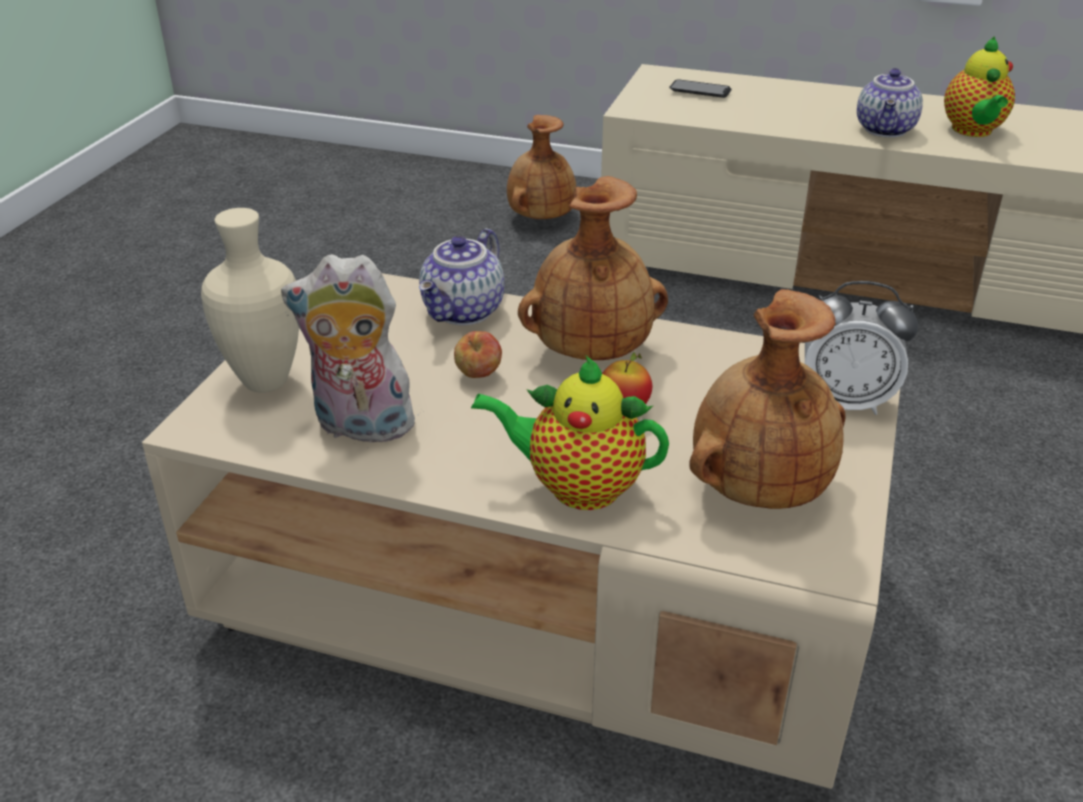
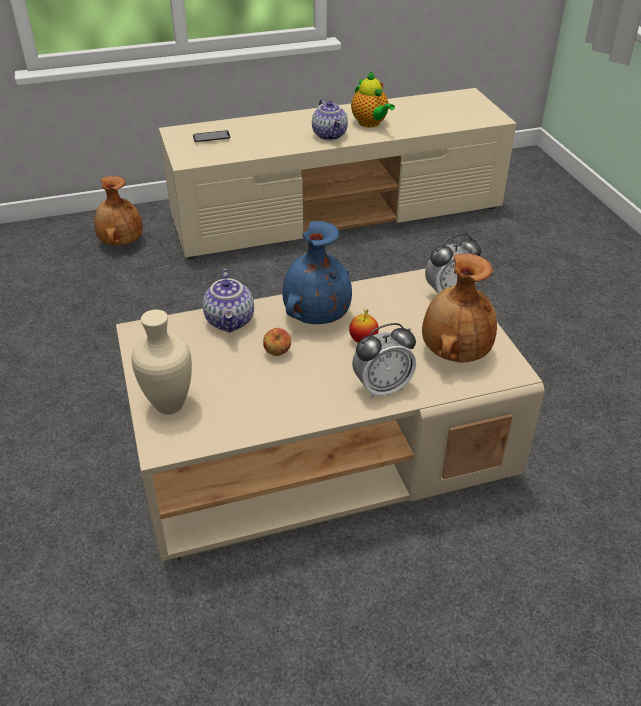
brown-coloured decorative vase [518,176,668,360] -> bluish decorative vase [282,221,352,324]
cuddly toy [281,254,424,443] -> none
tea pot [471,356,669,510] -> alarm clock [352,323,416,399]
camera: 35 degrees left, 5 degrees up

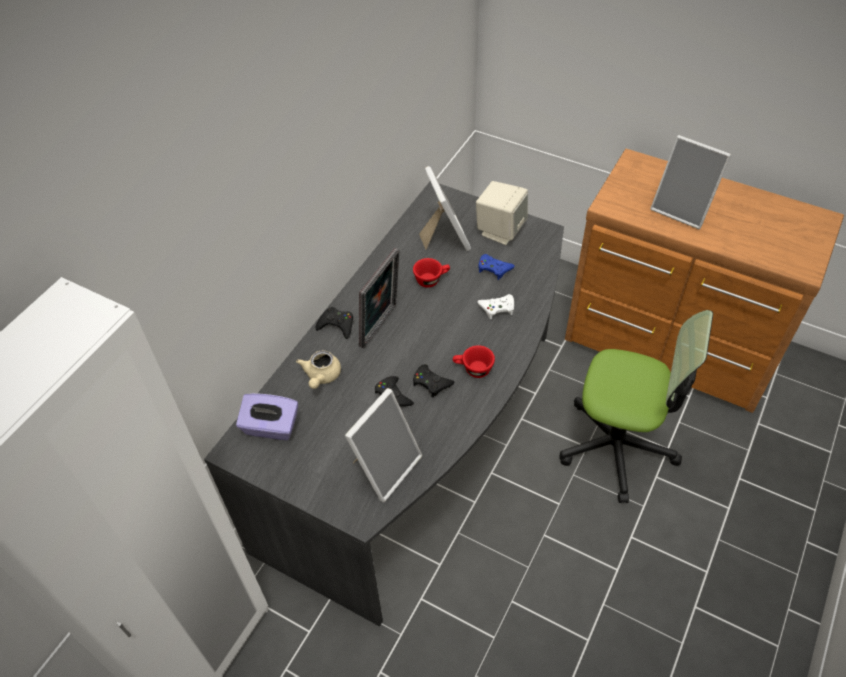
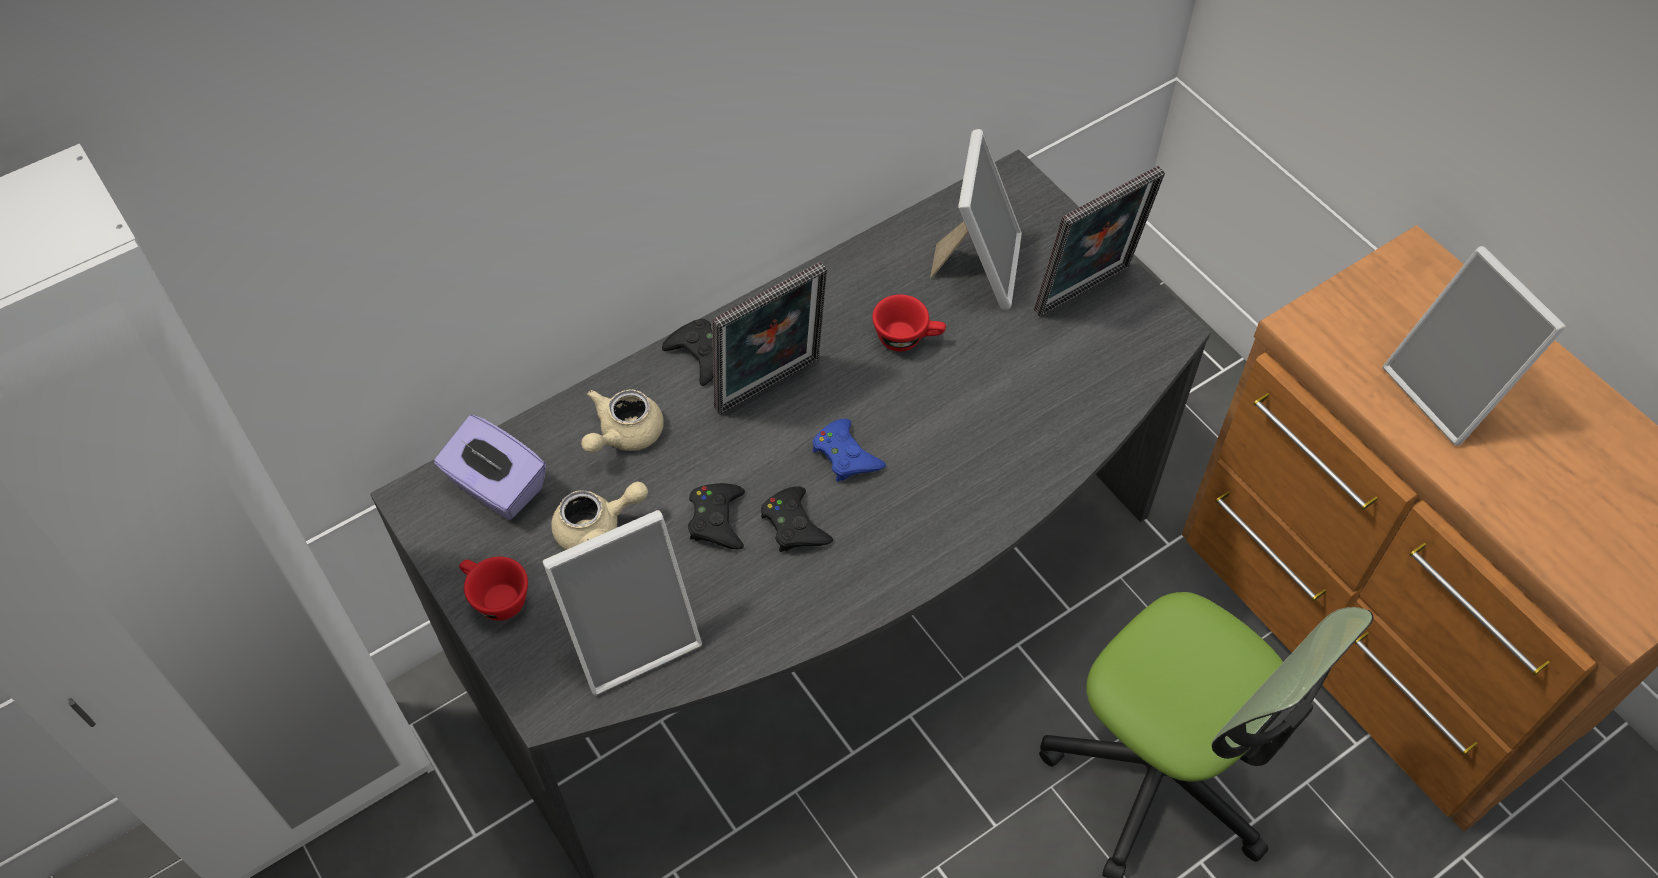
sand-coloured audio speaker [476,181,528,245] -> photo frame [1034,166,1165,317]
bluish game controller [478,254,515,280] -> bluish game controller [812,419,886,482], relocated
white-coloured game controller [477,294,514,319] -> none
reddish small cup [453,345,495,378] -> reddish small cup [459,557,528,621], relocated
none -> sand-coloured tea pot [551,482,648,550]
camera: 25 degrees right, 5 degrees up

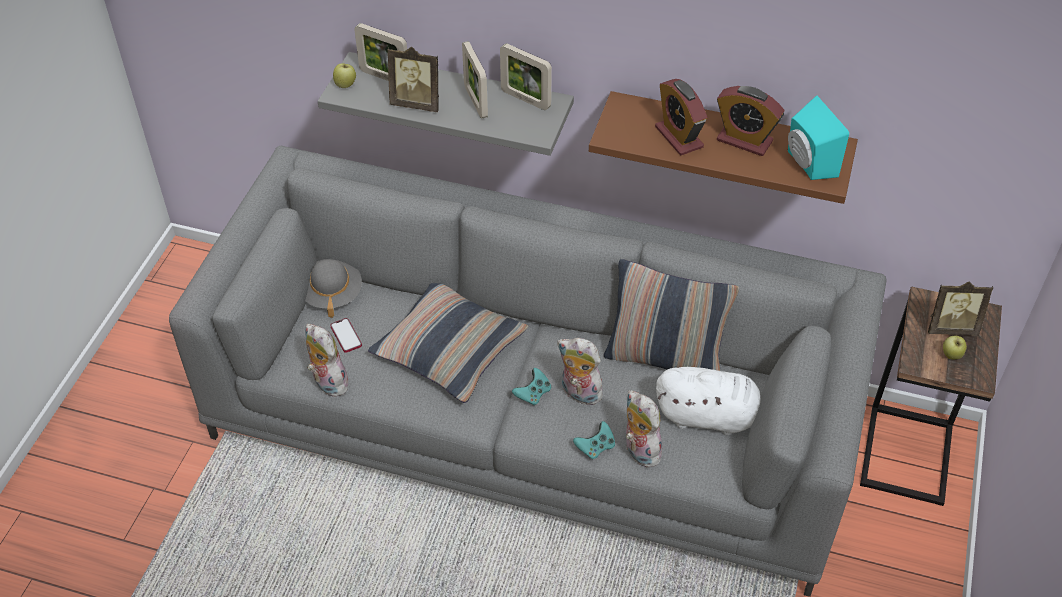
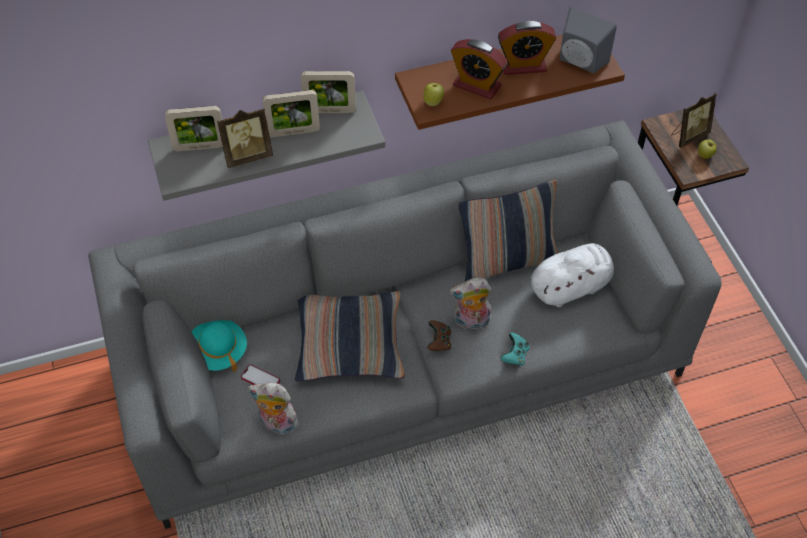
photo frame [462,41,488,119] -> photo frame [262,90,320,137], 45 degrees counterclockwise
whole apple [333,63,356,88] -> whole apple [423,83,444,106], relocated
turquoise-coloured audio speaker [788,95,849,180] -> gray audio speaker [560,7,617,74]
gray wearable hat [305,259,362,318] -> turquoise-coloured wearable hat [191,320,247,372]
turquoise-coloured game controller [512,368,551,405] -> brown-coloured game controller [427,320,451,351]
cuddly toy [626,390,662,467] -> none
camera: 35 degrees left, 5 degrees up

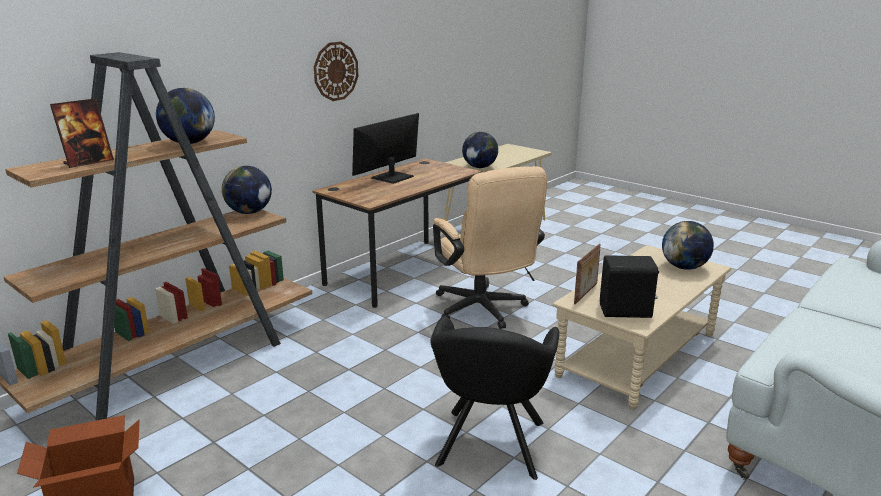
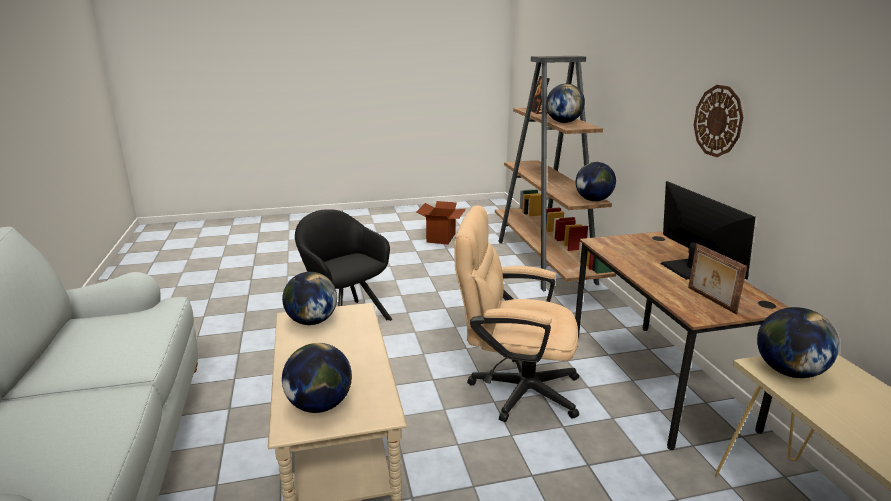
photo frame [574,244,600,304] -> photo frame [688,243,747,314], relocated
blackish audio speaker [600,255,659,318] -> desk globe [282,272,337,325]
camera: 125 degrees right, 0 degrees up

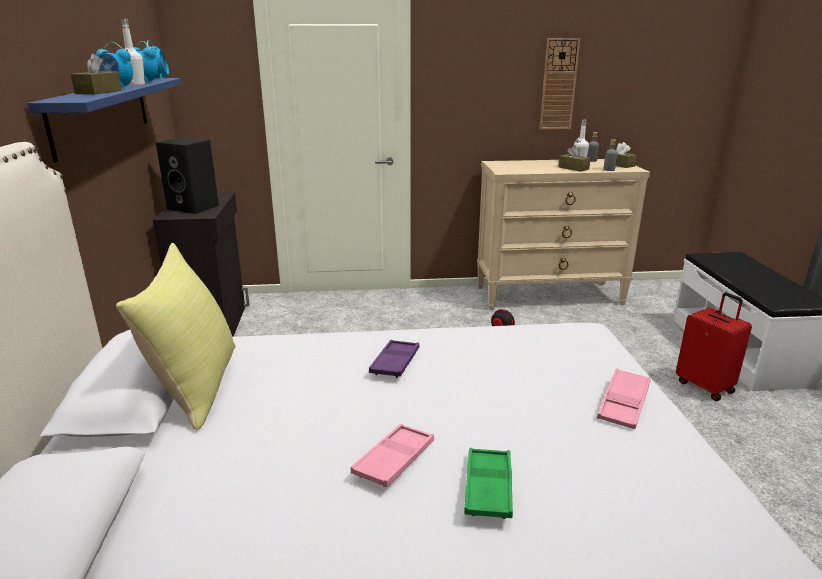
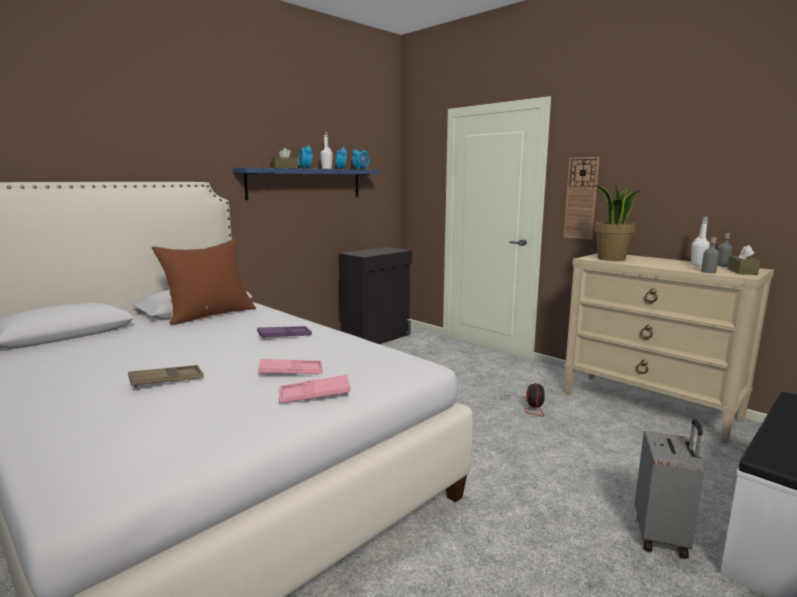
hanging clock [540,38,580,129] -> hanging clock [563,157,600,240], relocated
blackish audio speaker [156,138,219,214] -> none
brown-coloured box of tissues [559,145,591,172] -> none
yellow pillow [116,243,236,430] -> brown-coloured pillow [151,239,256,325]
reddish travel case [676,293,752,401] -> gray travel case [635,419,705,559]
pinkish carrying tray [351,424,434,487] -> pinkish carrying tray [258,359,322,375], relocated
green-coloured carrying tray [464,448,513,519] -> brown-coloured carrying tray [128,365,204,387]
none -> potted plant [594,184,641,261]
camera: 50 degrees right, 10 degrees down

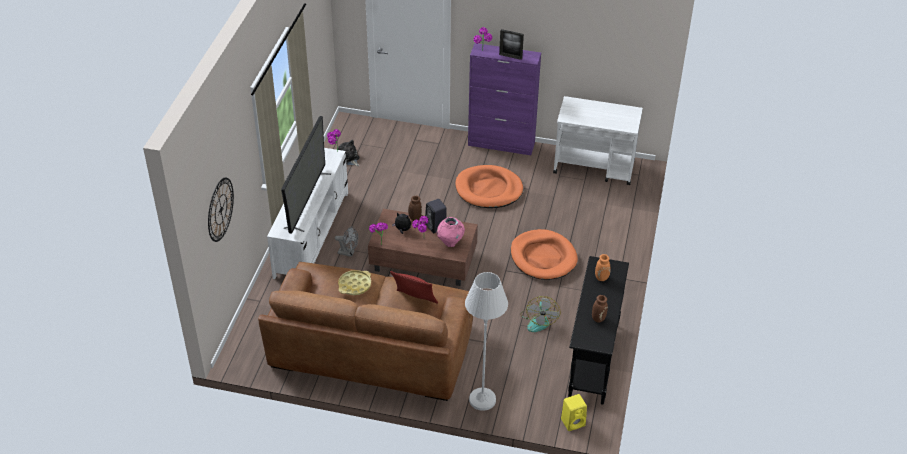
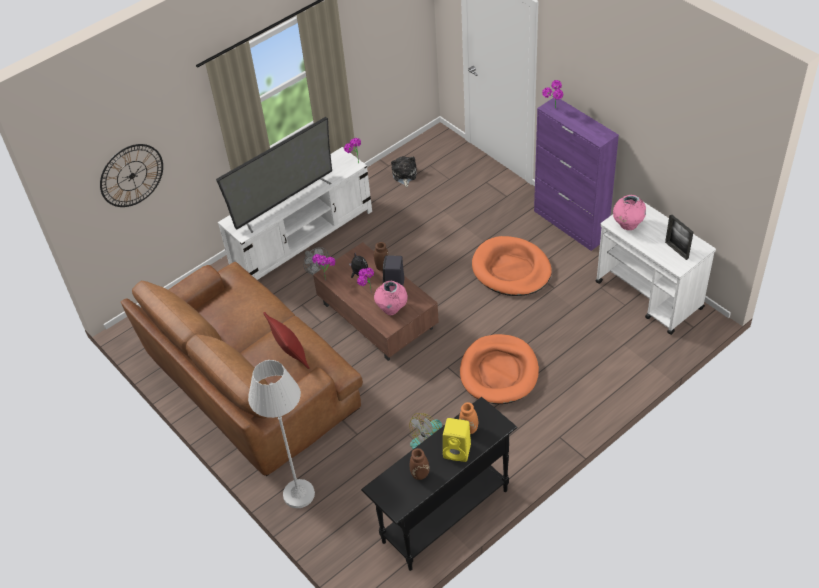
photo frame [499,29,524,60] -> photo frame [665,214,693,260], relocated
yellow carrying tray [338,270,371,295] -> none
yellow audio speaker [561,394,587,431] -> yellow audio speaker [443,418,471,462], relocated
none -> pinkish decorative vase [613,195,646,230]
camera: 40 degrees right, 5 degrees up

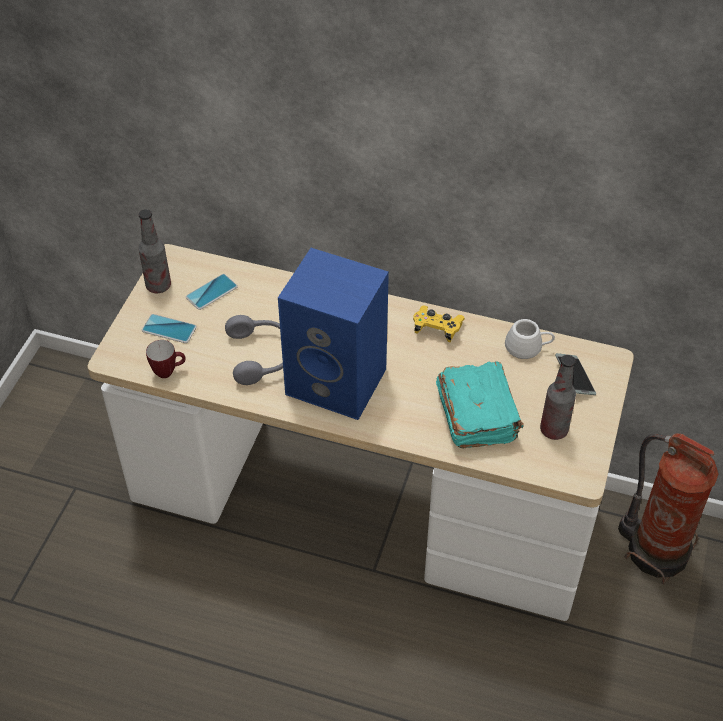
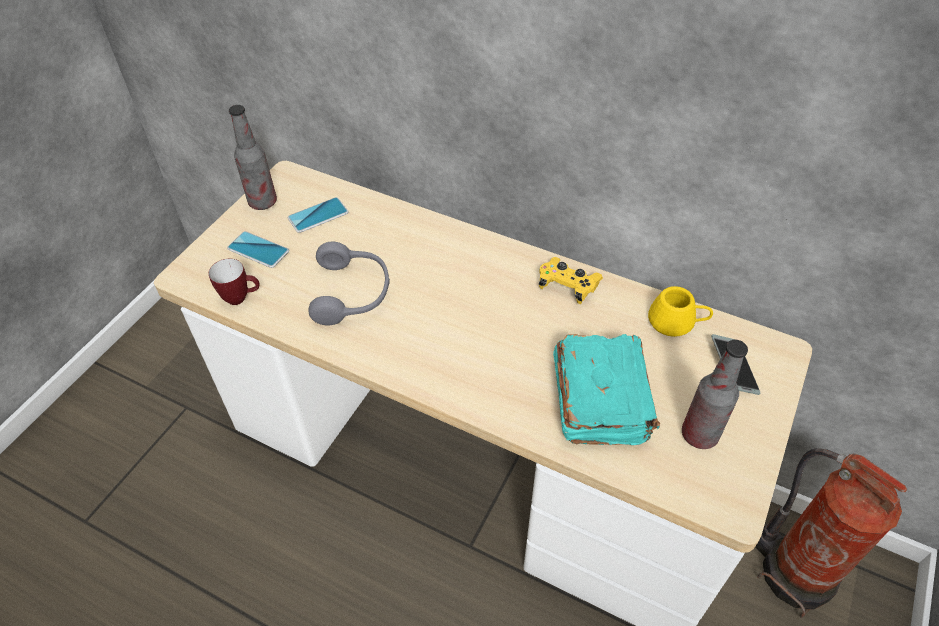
bluish audio speaker [278,248,389,420] -> none
white-coloured coffee mug [505,319,555,359] -> yellow coffee mug [648,286,713,337]
camera: 10 degrees right, 0 degrees up

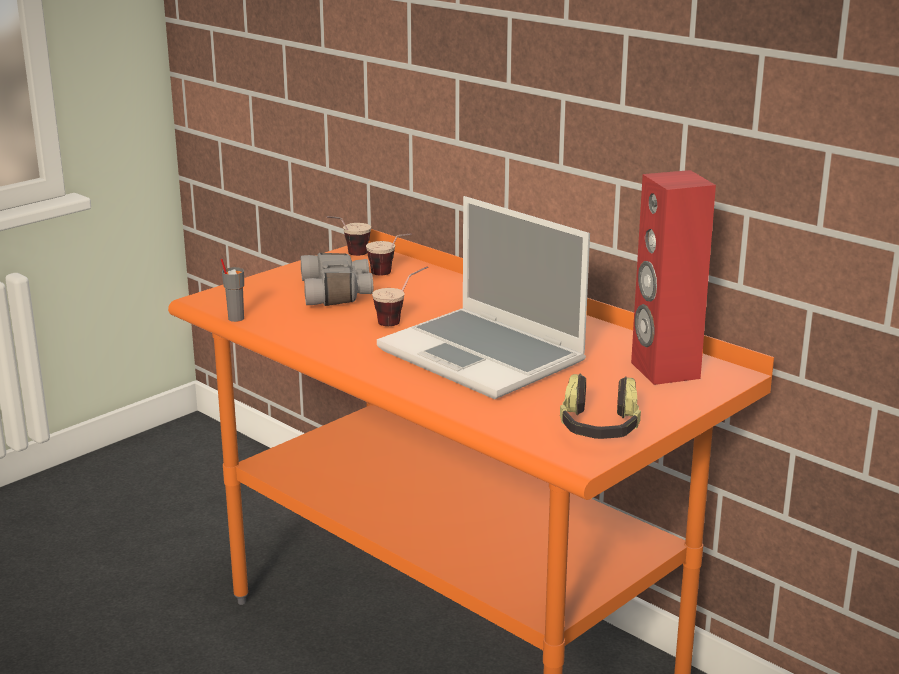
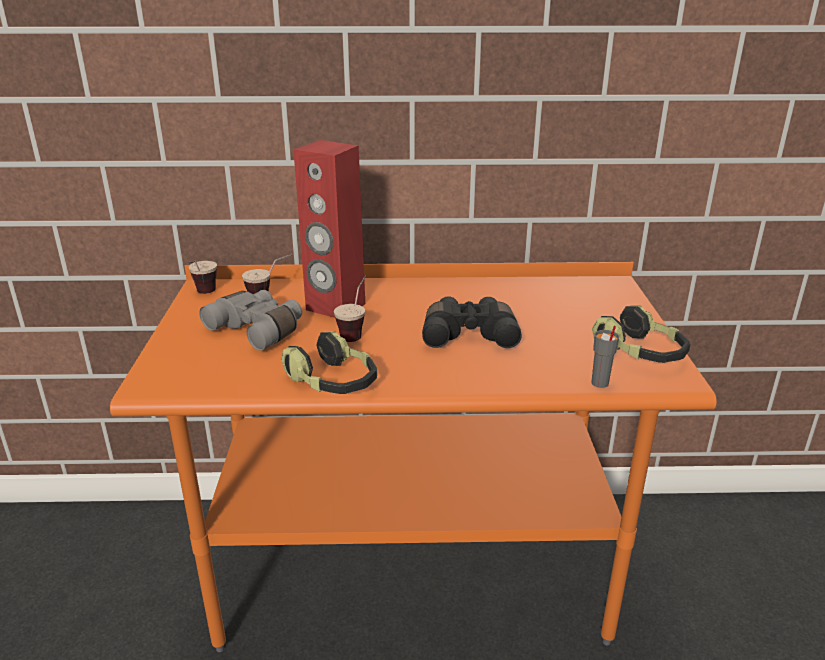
reddish audio speaker [631,170,716,385] -> reddish audio speaker [293,140,365,318], relocated
laptop [377,196,590,399] -> blackish binoculars [422,296,522,348]
gray small cup [221,259,244,322] -> gray small cup [591,326,619,388], relocated
none -> headset [281,331,377,394]
camera: 45 degrees left, 5 degrees up

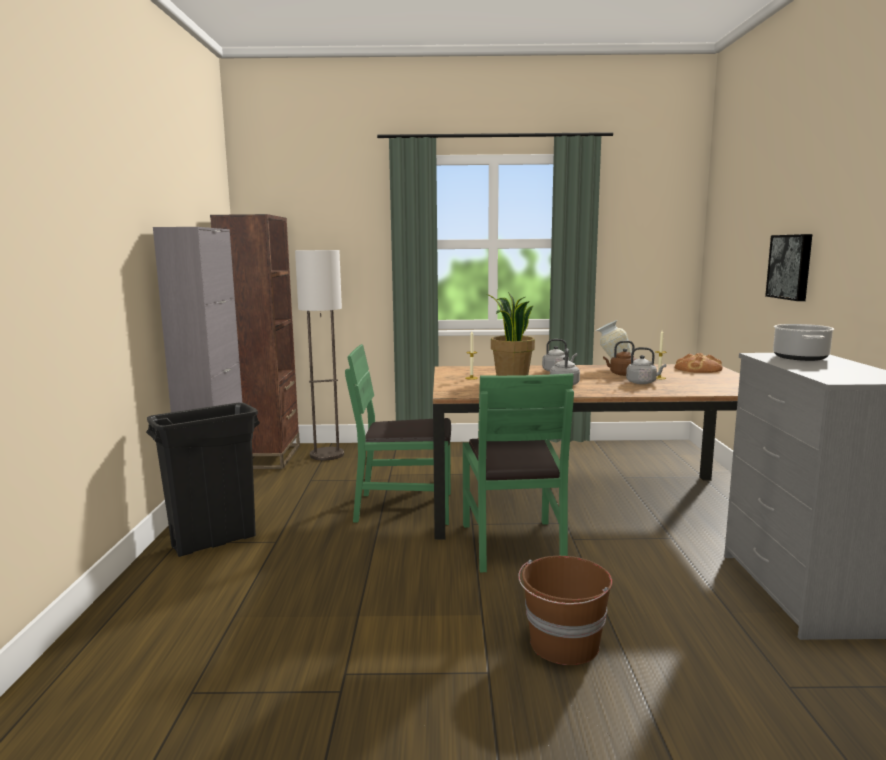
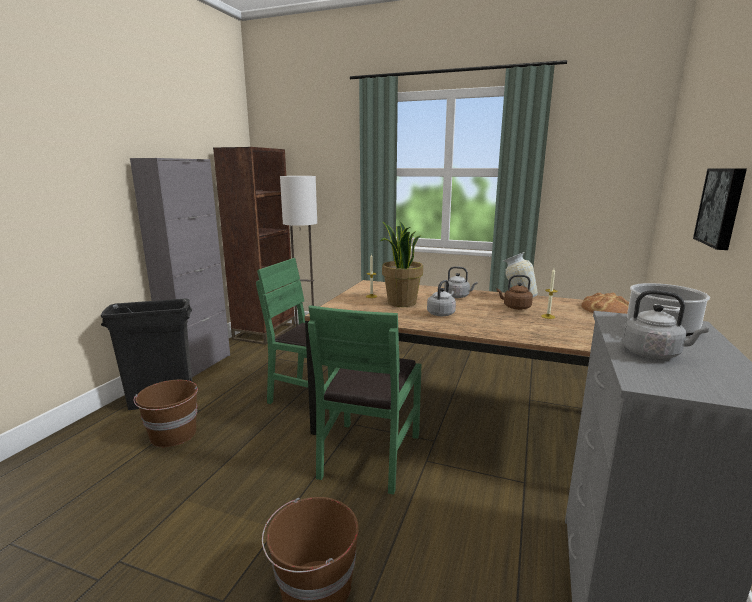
gray water kettle [626,347,666,384] -> gray water kettle [622,290,709,359], relocated
none -> brown-coloured water bucket [134,380,198,447]
camera: 20 degrees right, 5 degrees up

